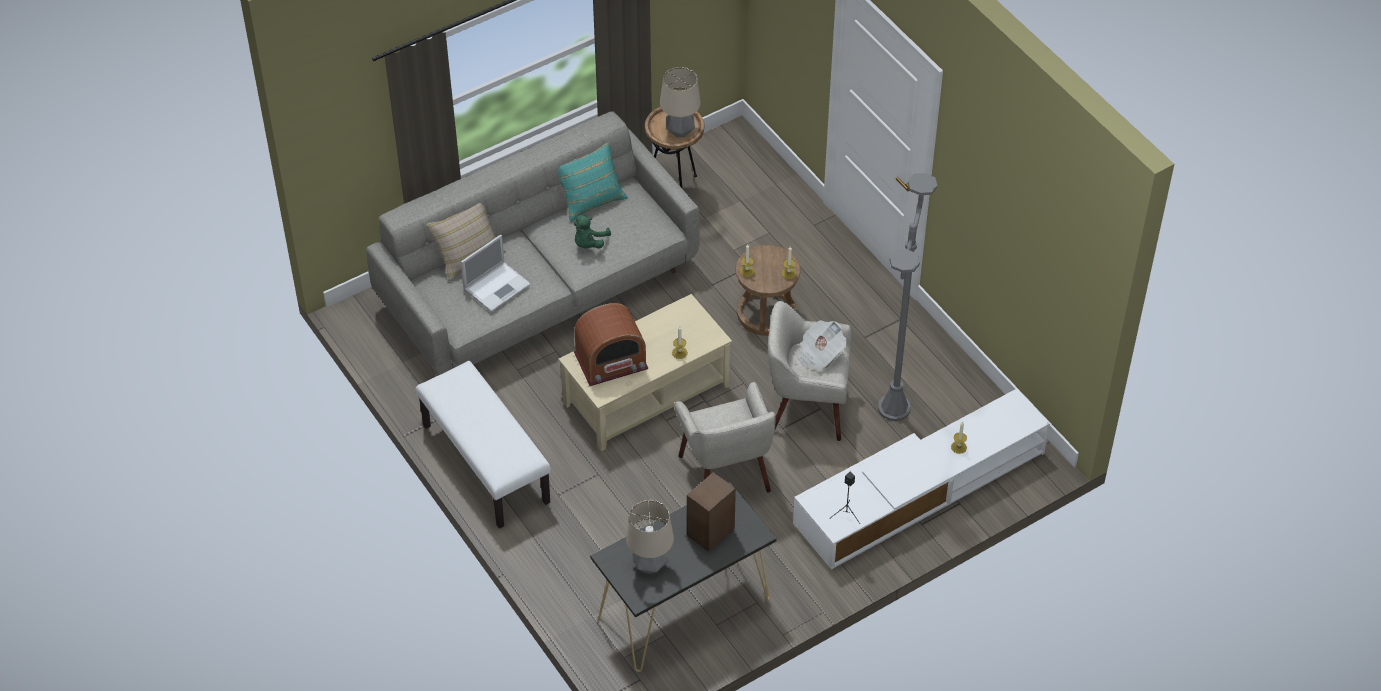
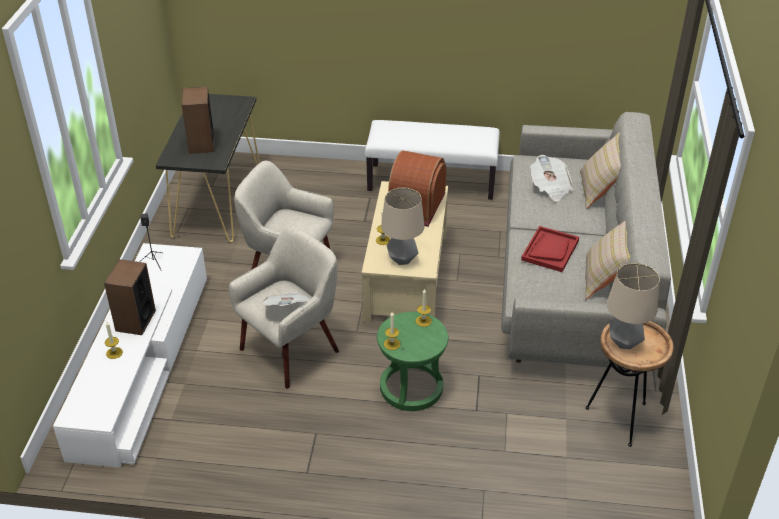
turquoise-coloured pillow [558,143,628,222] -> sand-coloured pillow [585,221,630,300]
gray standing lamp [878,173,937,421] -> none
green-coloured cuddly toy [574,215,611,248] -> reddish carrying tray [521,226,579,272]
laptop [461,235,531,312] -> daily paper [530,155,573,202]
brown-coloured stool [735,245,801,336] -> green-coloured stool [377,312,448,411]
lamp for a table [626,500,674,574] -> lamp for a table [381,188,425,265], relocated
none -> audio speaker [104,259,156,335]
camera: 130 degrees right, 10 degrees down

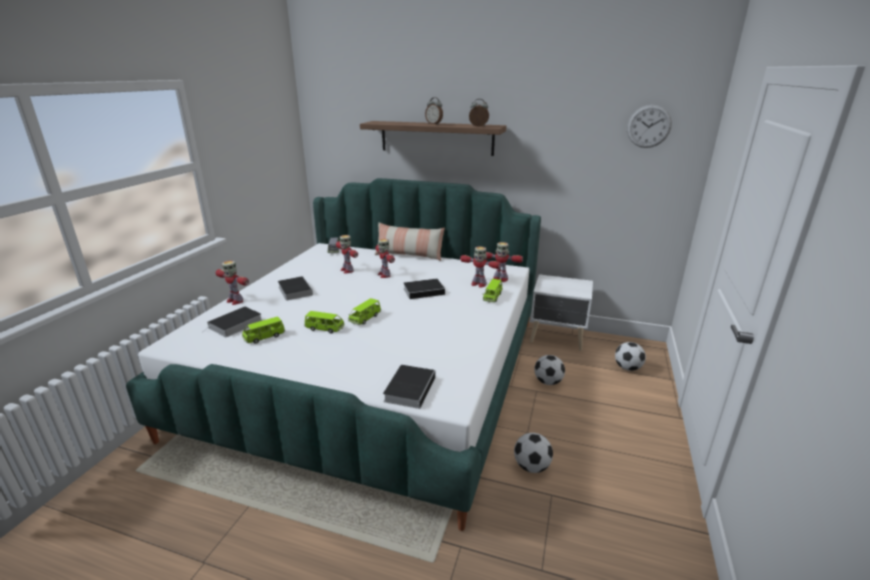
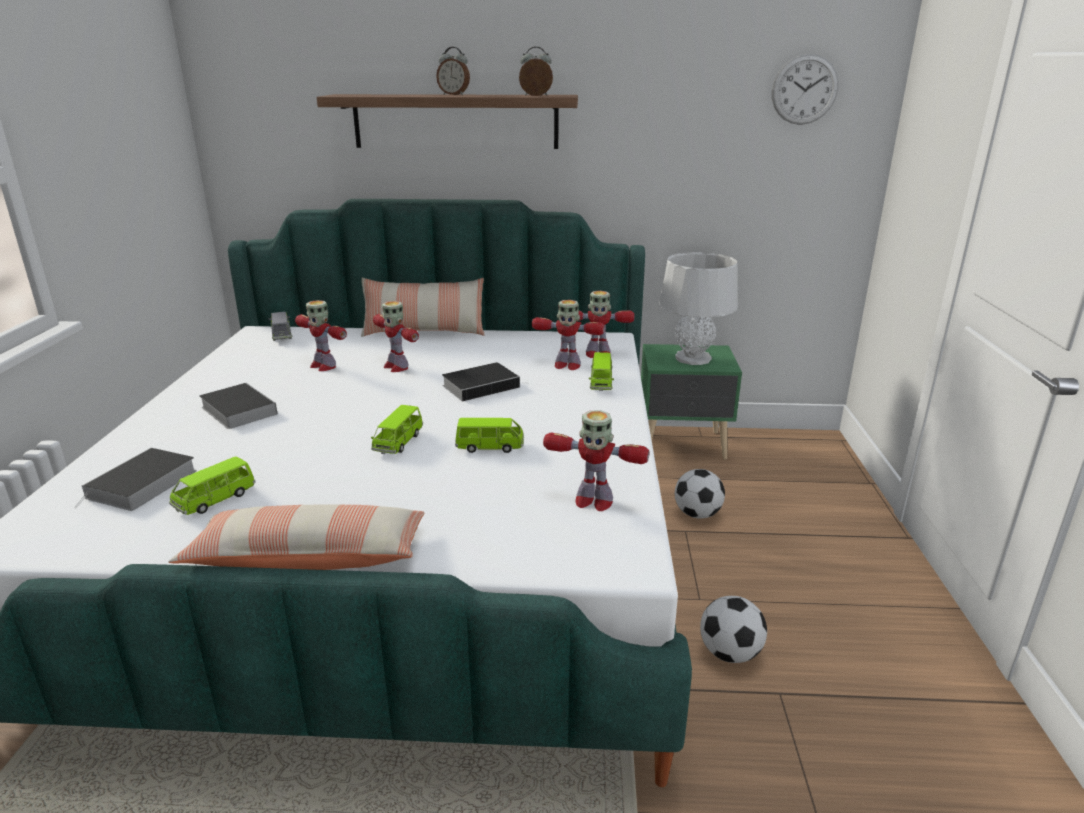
model robot [216,261,249,305] -> model robot [543,410,649,511], relocated
white-coloured night table [530,274,593,351] -> green-coloured night table [641,344,742,459]
green-coloured model car [304,311,345,334] -> green-coloured model car [455,418,524,453], relocated
football ball [615,342,646,371] -> none
bound book [383,365,435,409] -> none
none -> gray lamp for a table [659,252,737,365]
none -> pillow [169,504,425,570]
camera: 15 degrees left, 0 degrees up

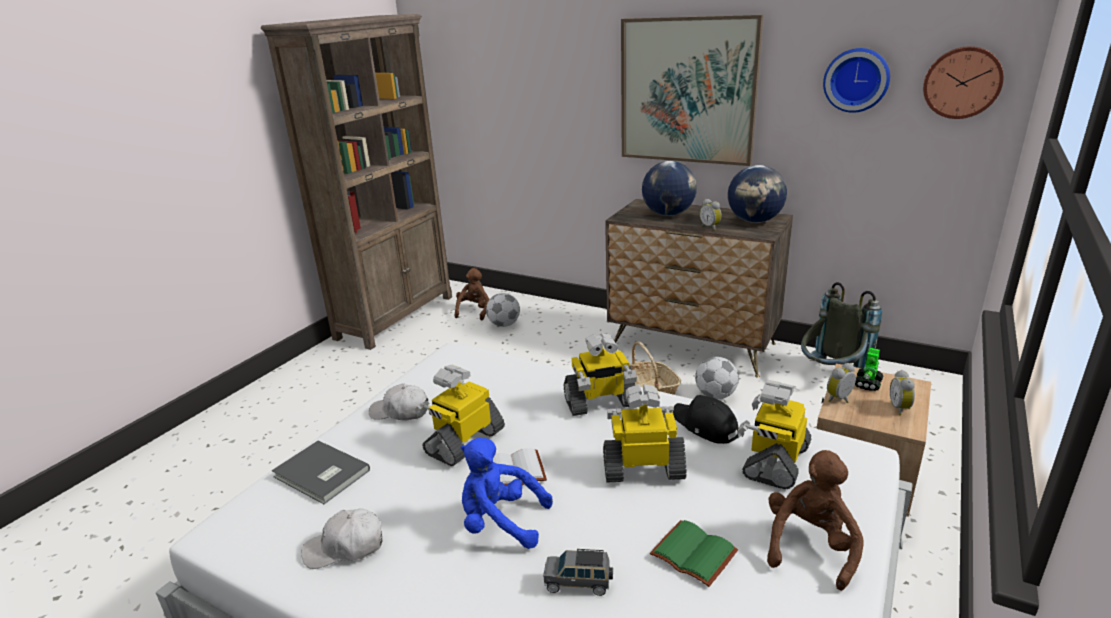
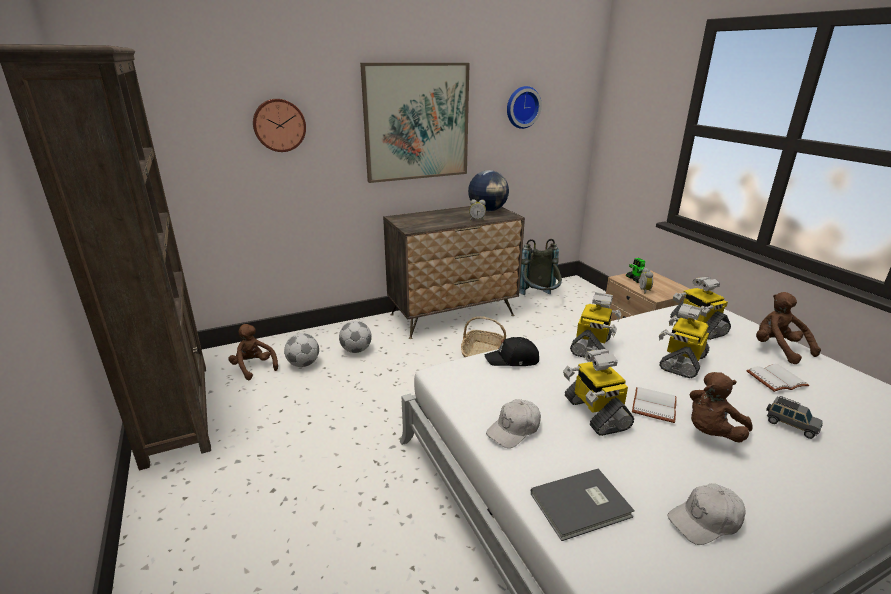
hanging clock [923,46,1004,119] -> hanging clock [253,99,306,152], relocated
desk globe [642,161,697,216] -> none
football ball [695,357,739,399] -> football ball [339,321,372,353], relocated
alarm clock [890,370,915,416] -> none
blackish cap [673,395,739,444] -> blackish cap [484,337,539,366], relocated
bluish cuddly toy [460,438,553,549] -> brown-coloured cuddly toy [689,372,752,442]
white-coloured cap [301,509,382,569] -> white-coloured cap [667,483,746,545], 45 degrees clockwise
green-coloured bound book [650,520,738,587] -> white-coloured bound book [746,364,810,392]
gray model car [543,549,613,596] -> gray model car [766,396,823,439], 90 degrees counterclockwise
camera: 55 degrees left, 0 degrees up

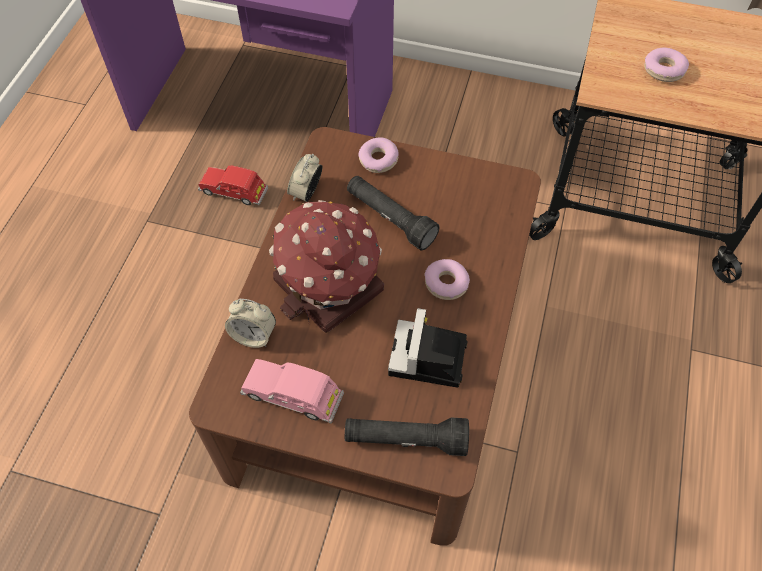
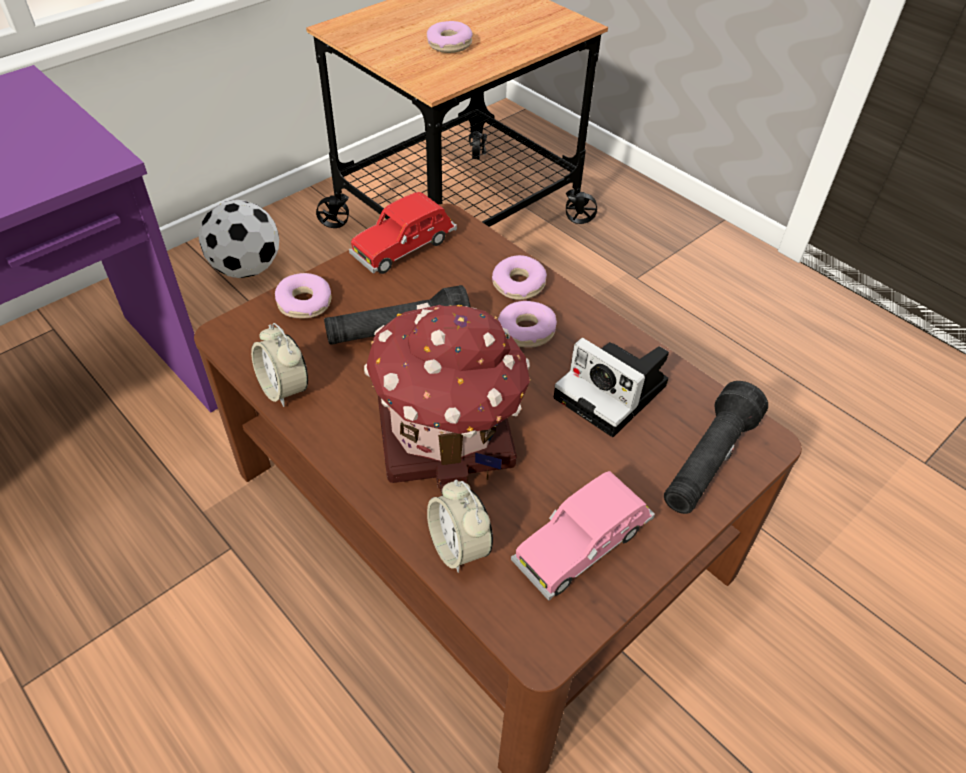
reddish model car [198,165,268,205] -> reddish model car [349,192,457,274], relocated
alarm clock [225,299,276,348] -> alarm clock [427,480,493,573], 105 degrees clockwise
none -> football ball [199,200,279,278]
none -> ring doughnut [492,255,547,300]
camera: 60 degrees left, 10 degrees down

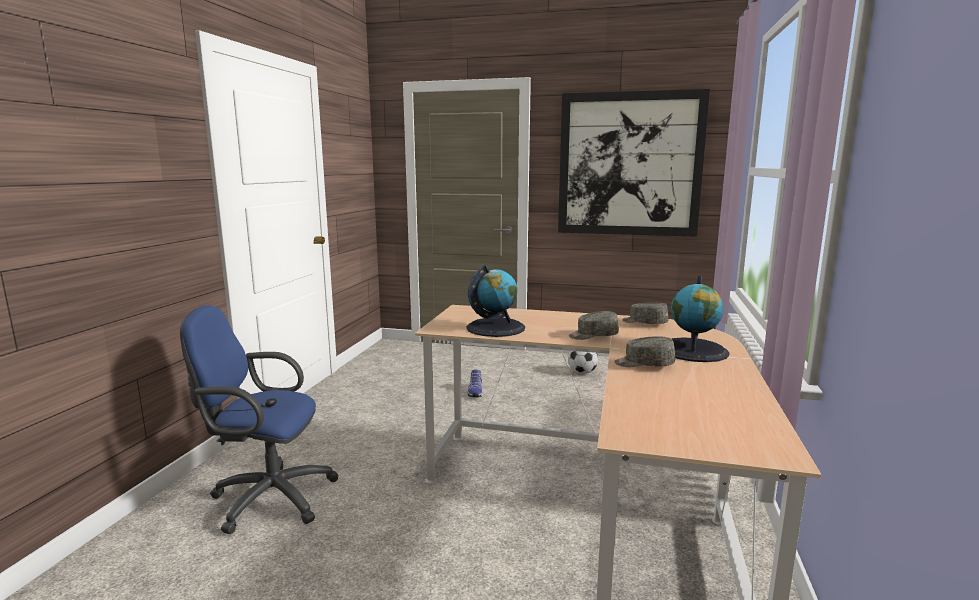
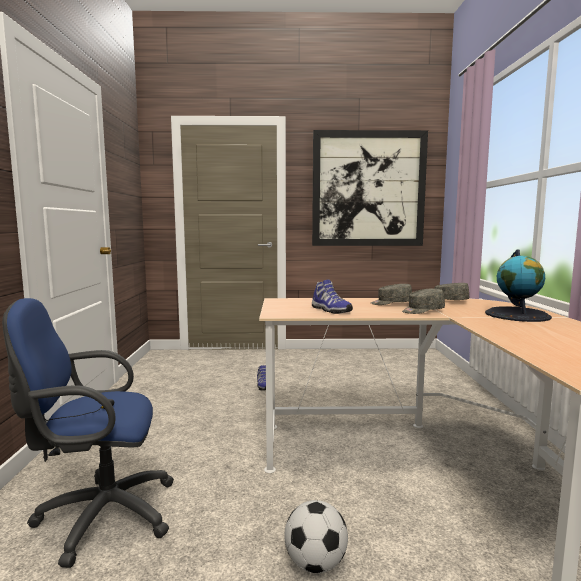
desk globe [467,265,525,337] -> shoe [312,280,353,314]
gray cap [614,336,675,367] -> gray cap [371,284,412,305], relocated
football ball [568,351,598,374] -> football ball [284,500,348,573], relocated
camera: 15 degrees left, 5 degrees down

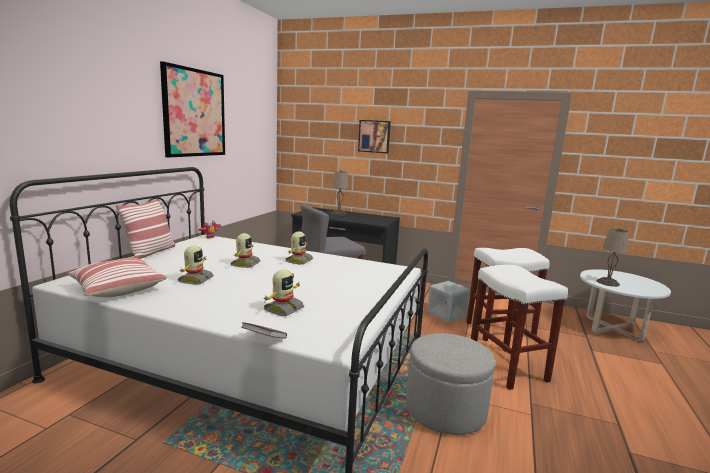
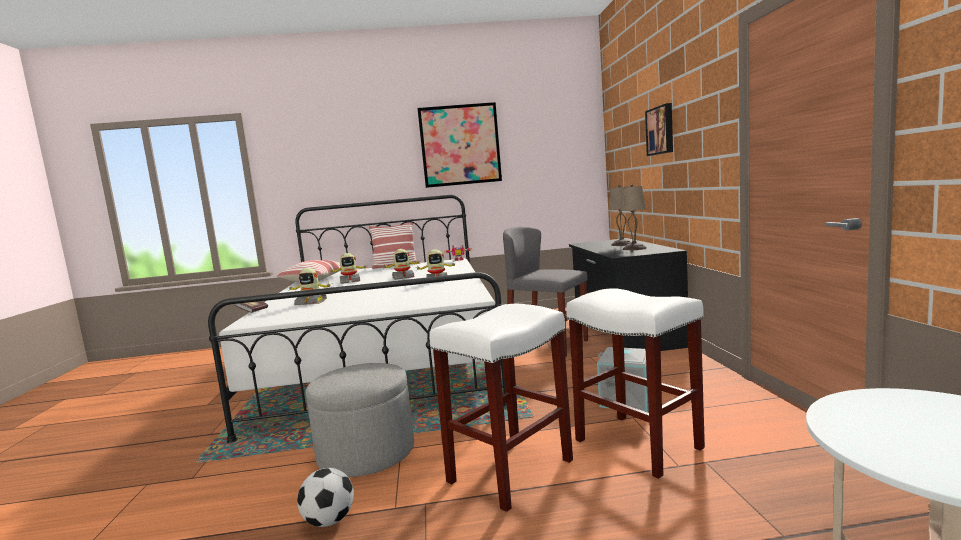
sand-coloured lamp for a table [597,228,629,287] -> sand-coloured lamp for a table [620,184,646,250], relocated
none -> football ball [297,468,354,527]
camera: 65 degrees right, 5 degrees down

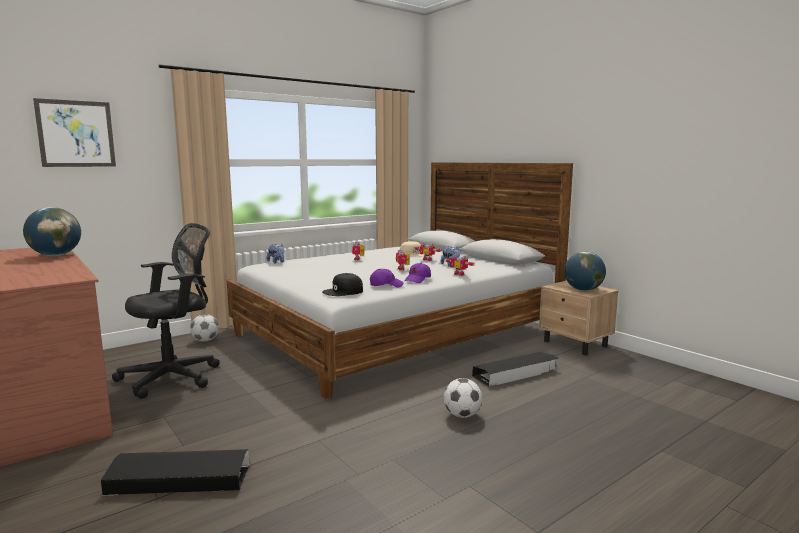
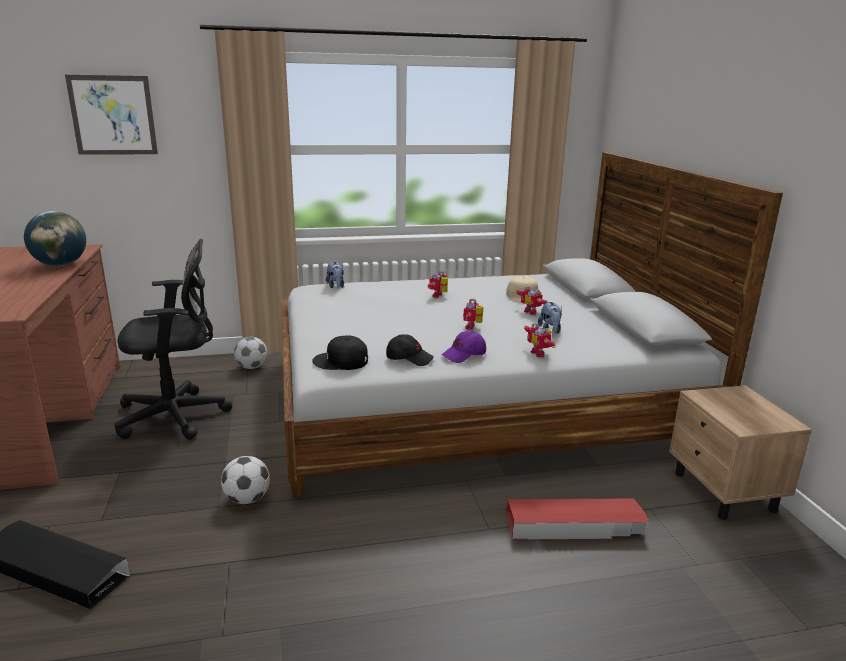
desk globe [564,251,606,291] -> none
purple cap [370,269,404,287] -> blackish cap [386,334,434,366]
blackish storage box [472,352,559,387] -> reddish storage box [506,499,649,540]
football ball [444,378,482,418] -> football ball [221,456,270,504], relocated
camera: 25 degrees right, 10 degrees up

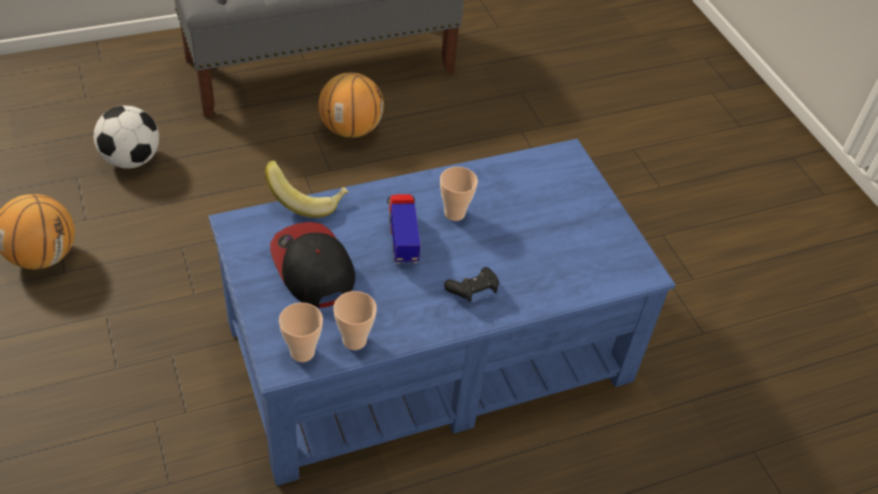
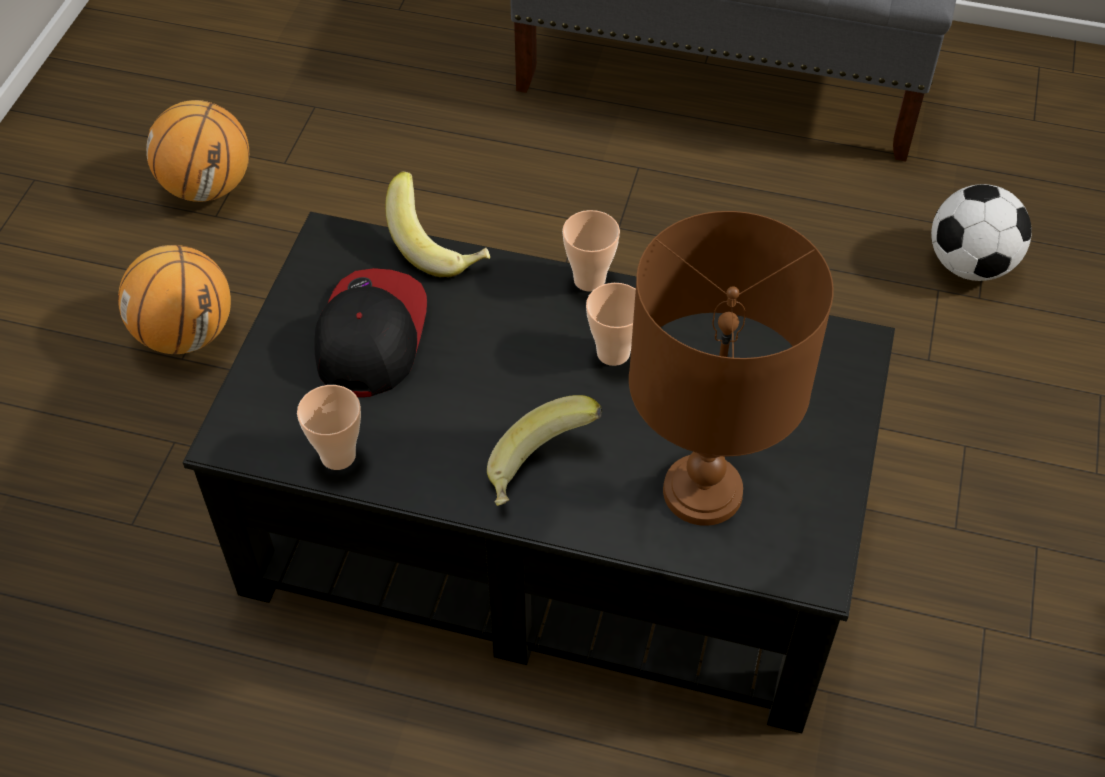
basketball [318,72,384,138] -> basketball [118,245,231,354], relocated
football ball [94,105,159,169] -> football ball [931,184,1032,281], relocated
bluish coffee table [209,139,676,486] -> blackish coffee table [183,212,895,733]
model truck [387,194,421,264] -> none
blackish game controller [444,267,499,302] -> whole banana [487,395,602,506]
small cup [279,303,323,362] -> small cup [562,210,620,292], relocated
none -> brown-coloured lamp for a table [629,211,834,526]
camera: 40 degrees right, 5 degrees up

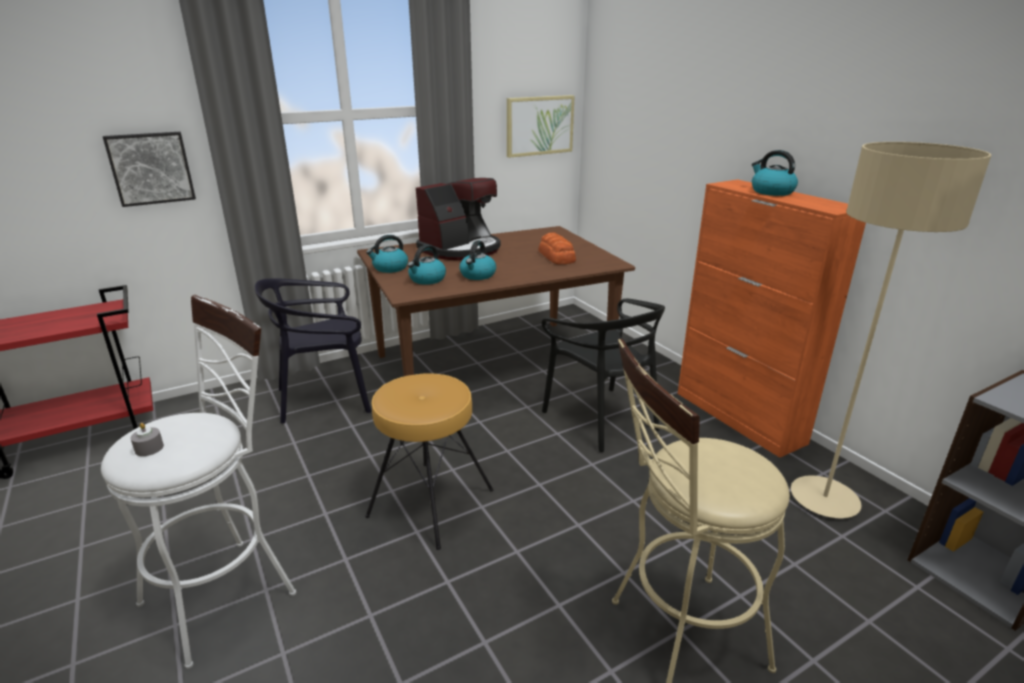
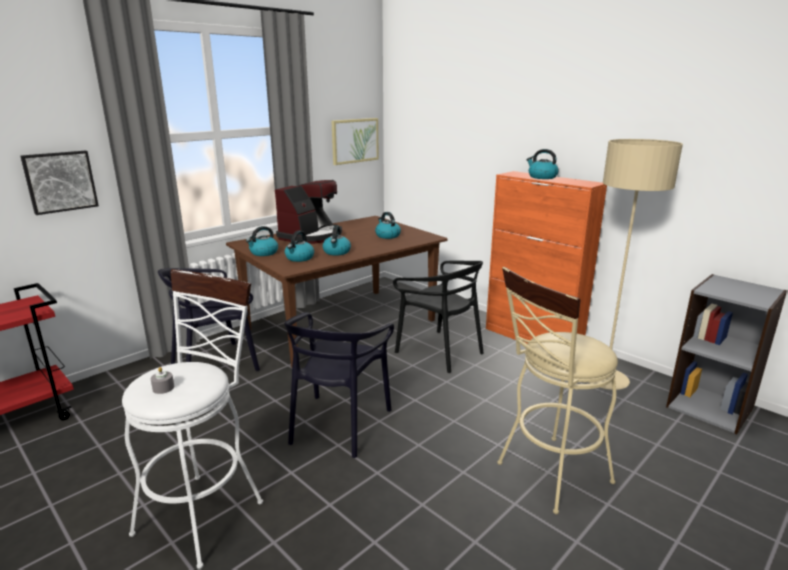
baked bread [538,233,576,264] -> water kettle [375,212,401,239]
brown-coloured stool [365,373,494,550] -> blackish upright chair [285,312,394,458]
camera: 15 degrees left, 5 degrees down

